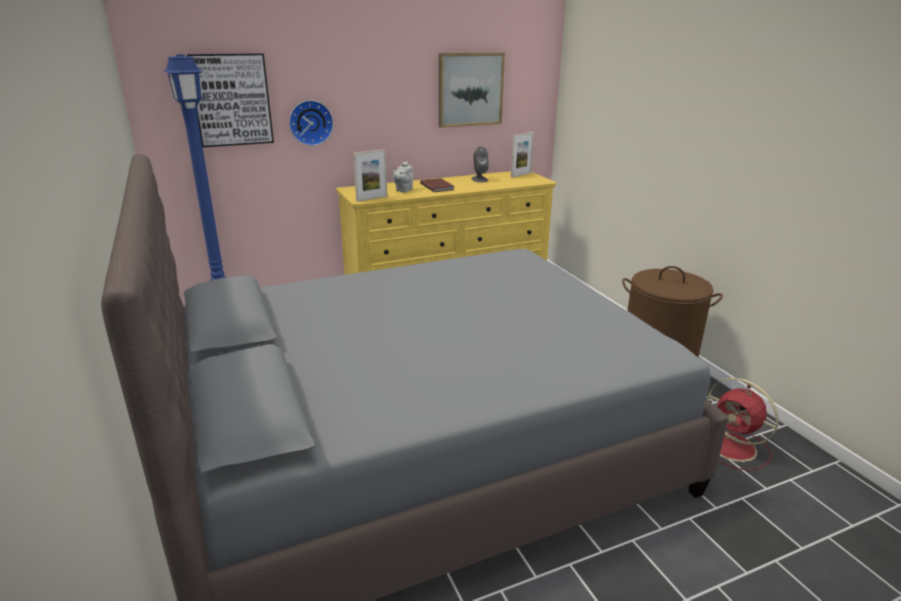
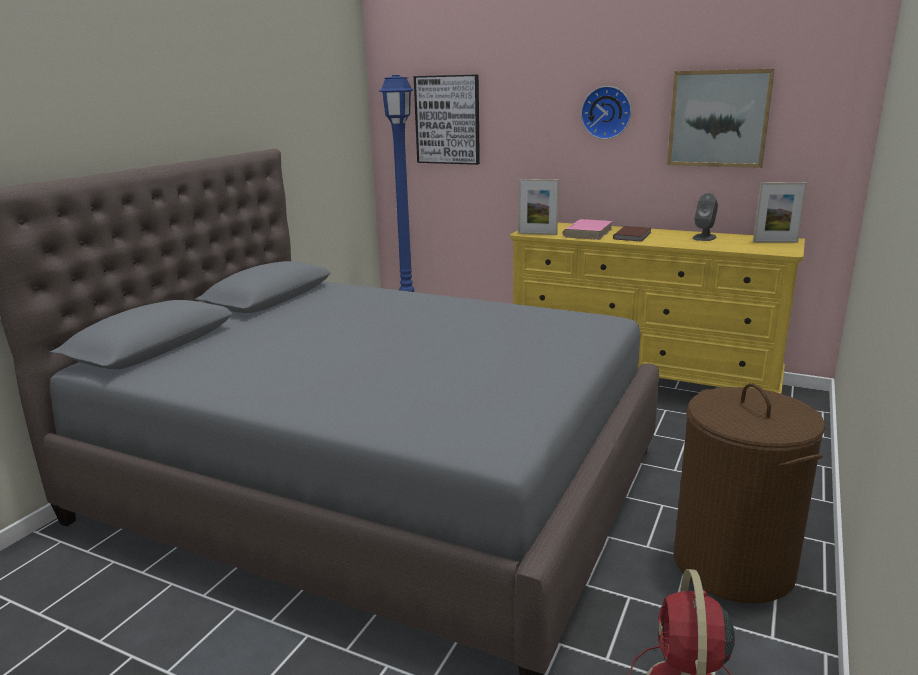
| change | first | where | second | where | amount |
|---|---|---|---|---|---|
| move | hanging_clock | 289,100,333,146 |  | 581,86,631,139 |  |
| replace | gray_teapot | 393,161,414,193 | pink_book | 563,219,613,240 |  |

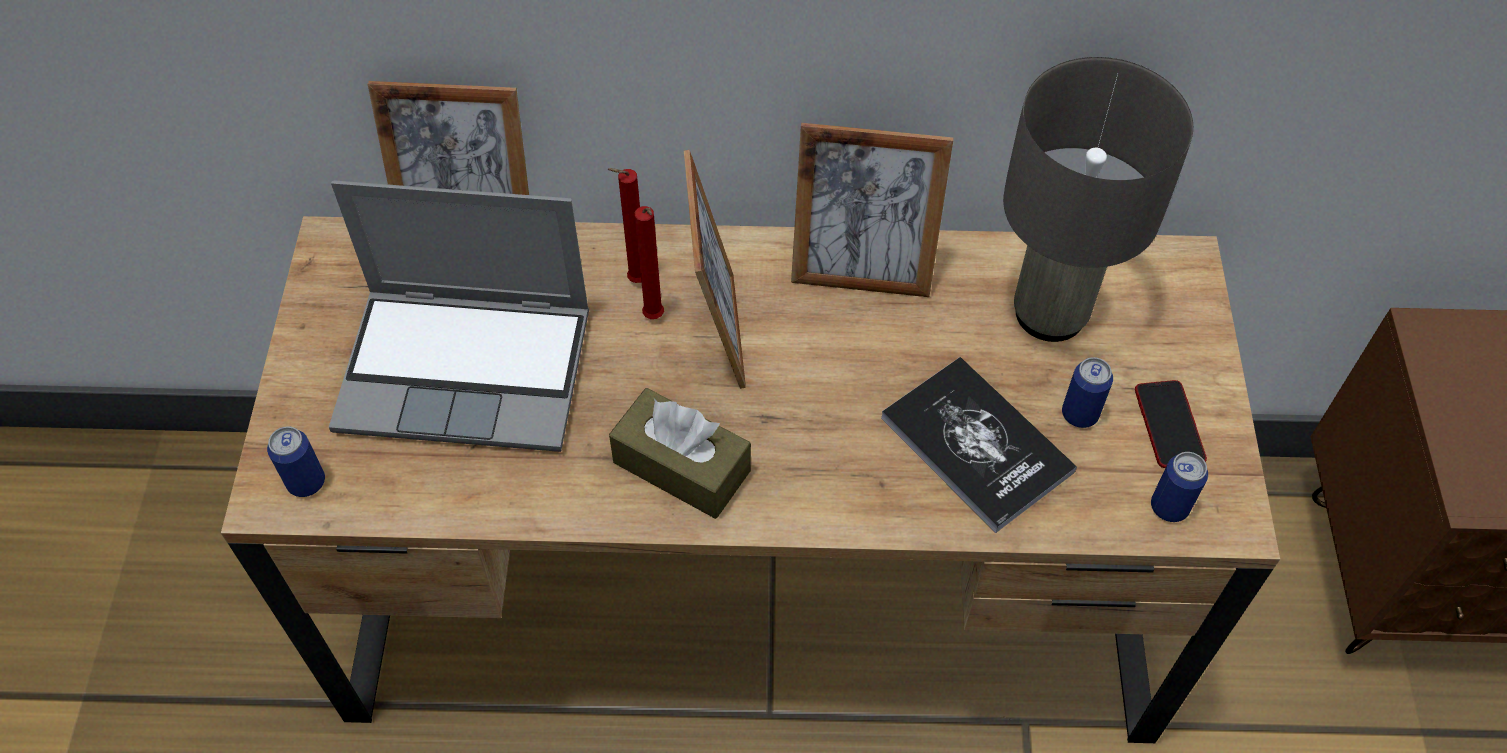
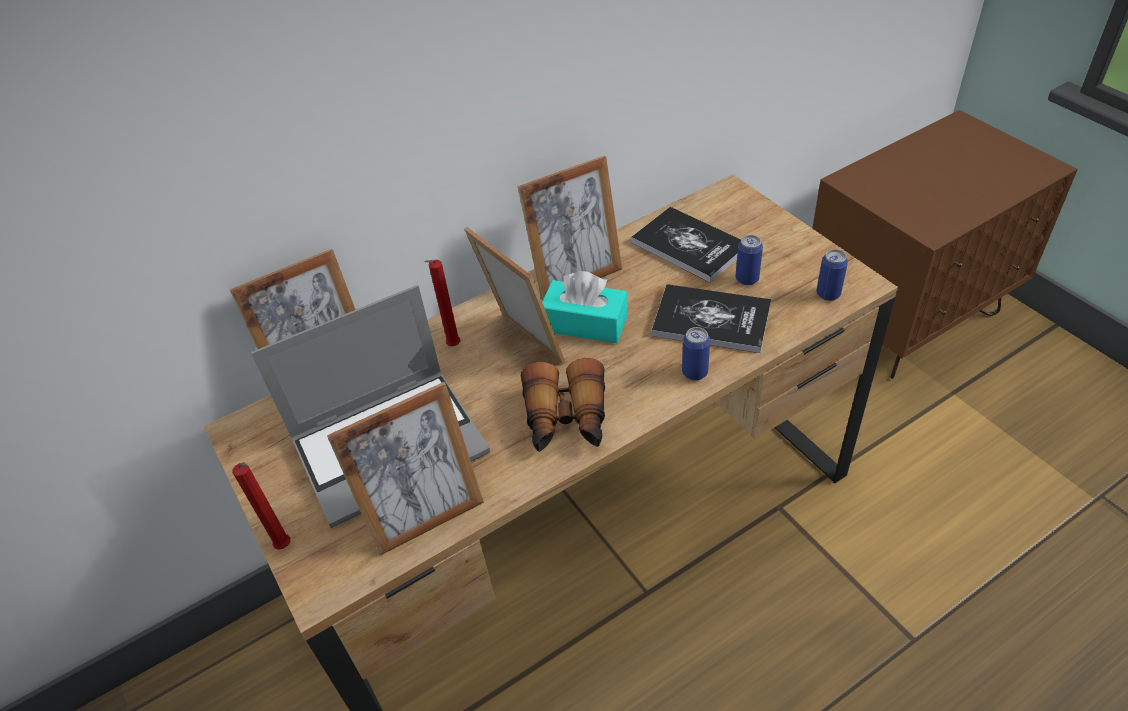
| change | first | where | second | where | amount |
|---|---|---|---|---|---|
| move | can | 267,426,325,497 |  | 682,327,710,381 |  |
| replace | brownish_tissue_holder | 609,388,751,519 | binoculars | 521,358,605,452 |  |
| move | red_wax_light | 635,206,664,319 |  | 232,462,290,550 |  |
| replace | gray_tabletop_lamp | 1003,57,1193,342 | book | 631,207,741,282 |  |
| delete | handset | 1135,380,1207,468 |  |  |  |
| insert |  |  | photo_frame | 327,382,484,556 |  |
| insert |  |  | turquoise-coloured_tissue_holder | 542,271,628,343 |  |

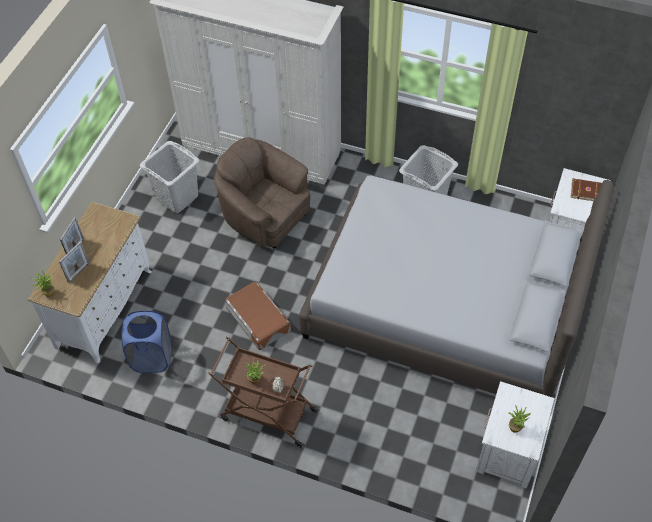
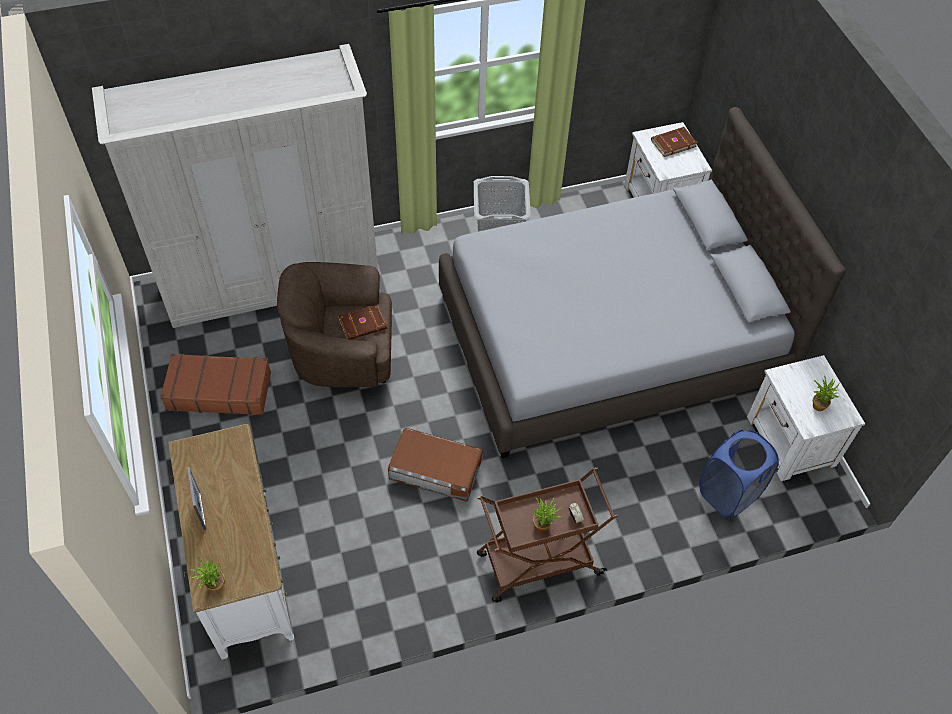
| change | first | where | second | where | amount |
|---|---|---|---|---|---|
| delete | photo_frame | 59,241,89,283 |  |  |  |
| move | bluish_washing_basket | 121,310,172,373 |  | 699,430,779,517 |  |
| replace | gray_washing_basket | 140,141,199,213 | brownish_piece_of_luggage | 160,354,271,415 |  |
| insert |  |  | brownish_book | 338,304,387,339 |  |

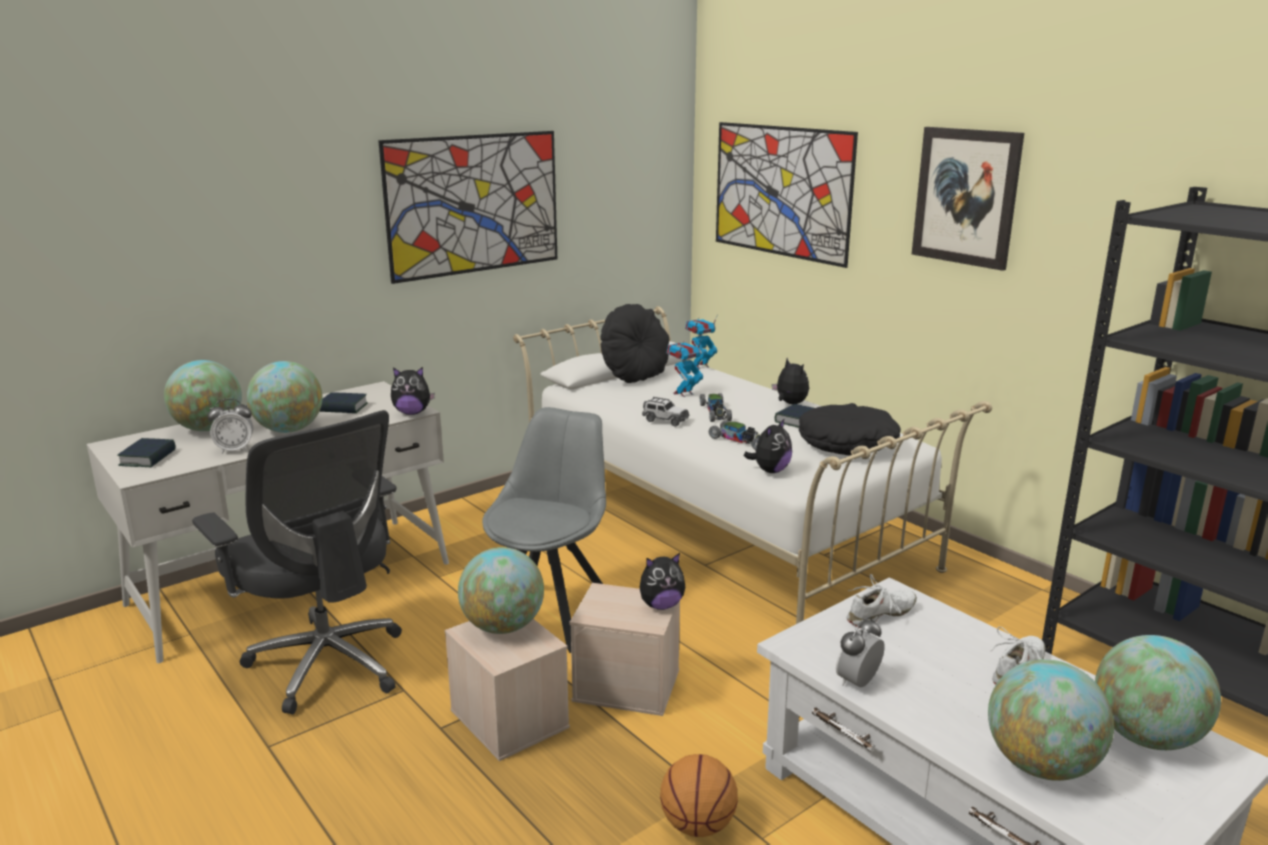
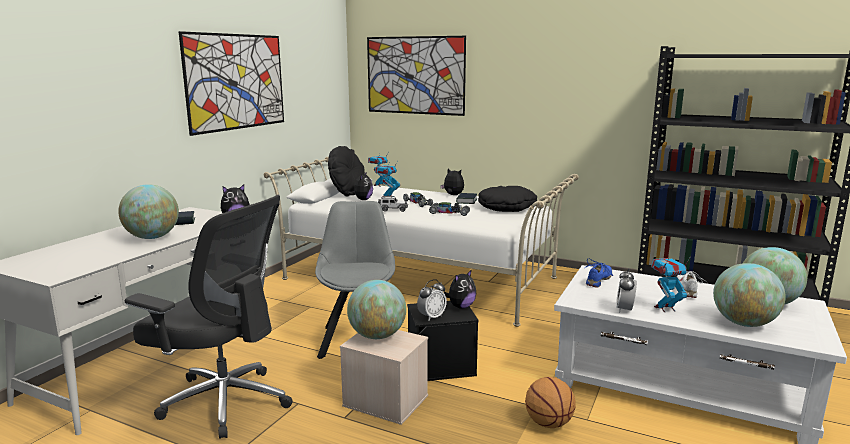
| change | first | where | second | where | amount |
|---|---|---|---|---|---|
| delete | book | 117,438,175,467 |  |  |  |
| delete | desk_globe | 164,360,242,431 |  |  |  |
| move | bedside_clock | 207,399,253,454 |  | 417,279,447,321 |  |
| recolor | beige_storage_box | 569,583,680,716 | black_storage_box | 407,301,479,381 |  |
| move | cuddly_toy | 744,418,792,473 |  | 348,171,373,200 |  |
| recolor | white-coloured_low_shoe | 847,574,917,628 | bluish_low_shoe | 585,258,613,288 |  |
| delete | wall_picture | 912,127,1024,271 |  |  |  |
| insert |  |  | robot_figure | 651,256,691,312 |  |

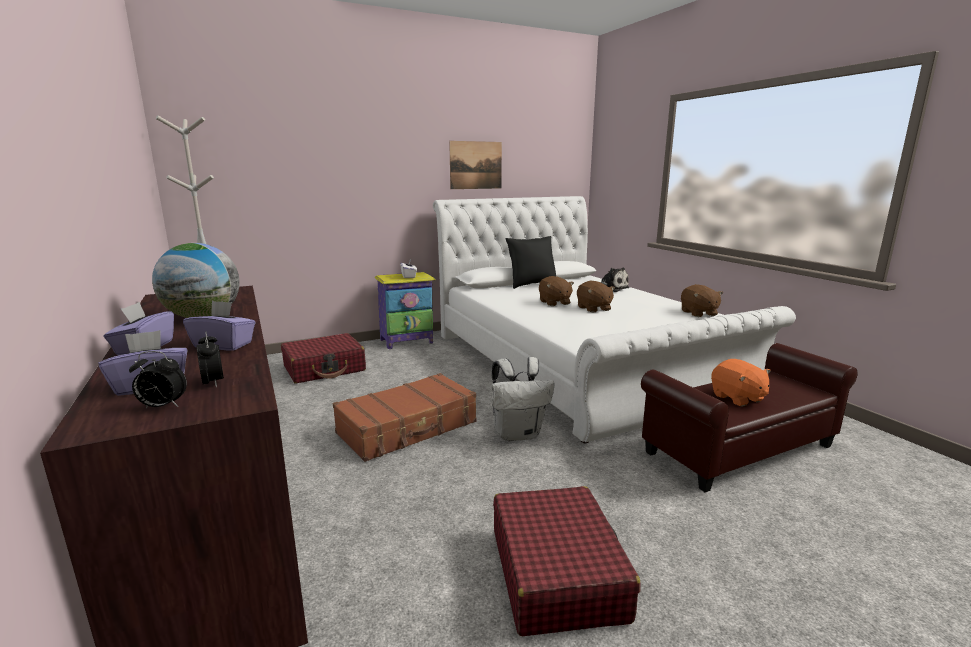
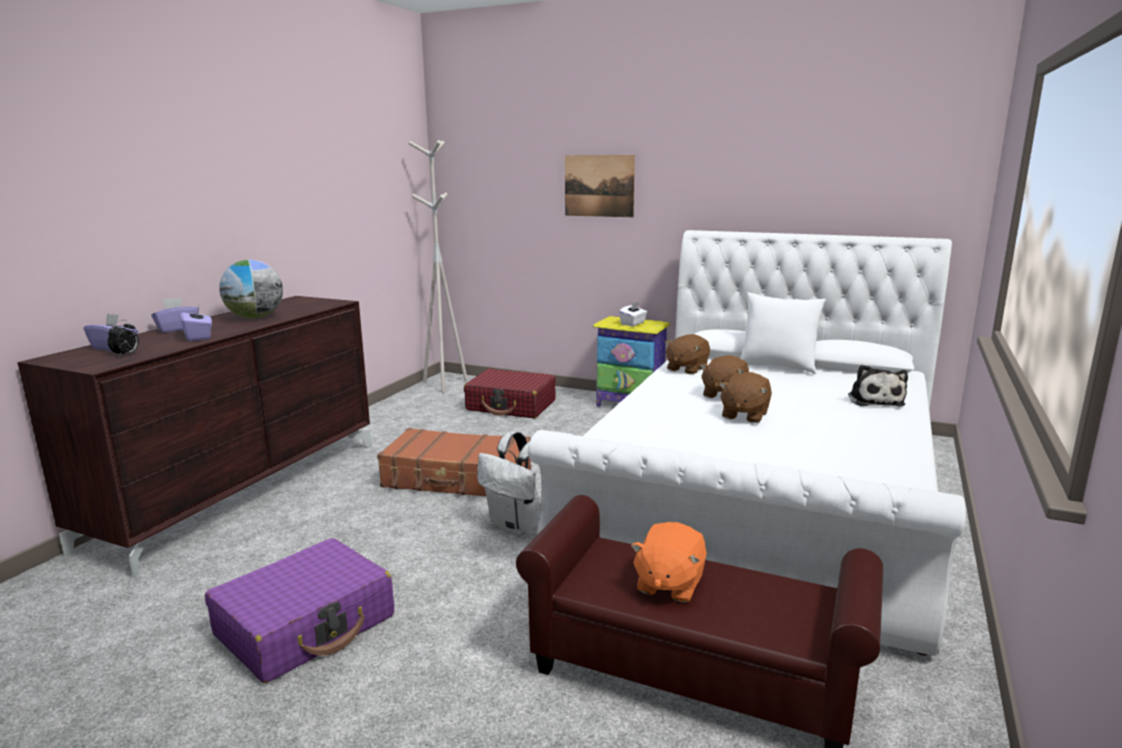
| change | first | where | second | where | amount |
|---|---|---|---|---|---|
| delete | bedside_clock | 129,351,187,408 |  |  |  |
| move | wall_picture | 449,141,502,189 |  | 565,155,635,217 |  |
| recolor | red_piece_of_luggage | 493,486,641,636 | purple-coloured_piece_of_luggage | 205,538,394,683 |  |
| recolor | black_pillow | 505,236,556,289 | white-coloured_pillow | 740,292,826,374 |  |
| move | brownish_cuddly_toy | 681,284,723,317 |  | 664,334,710,374 |  |

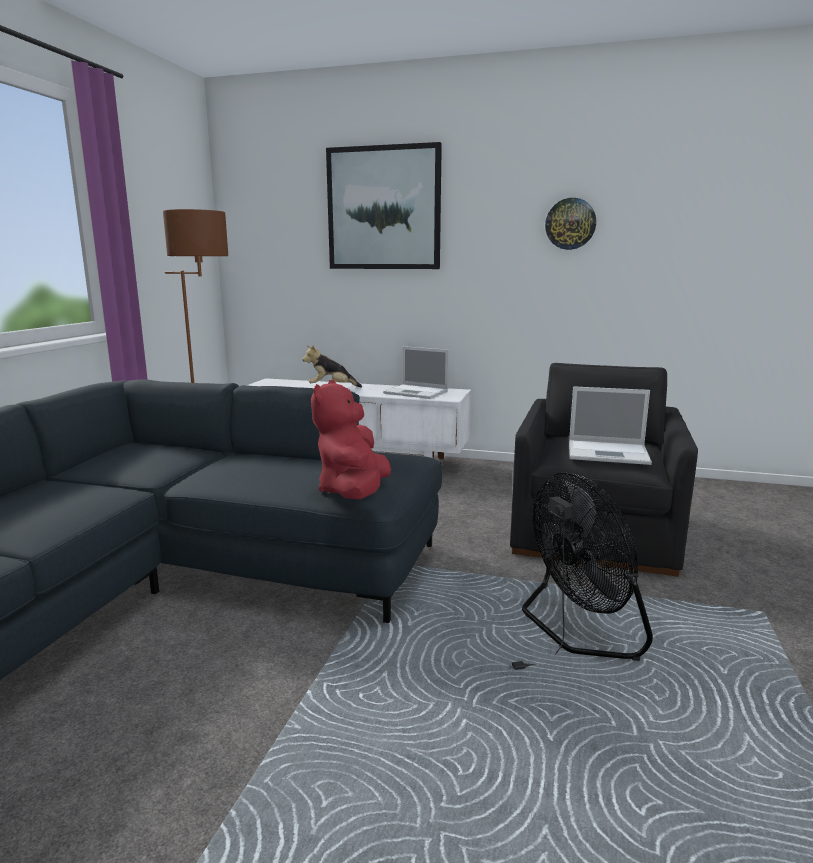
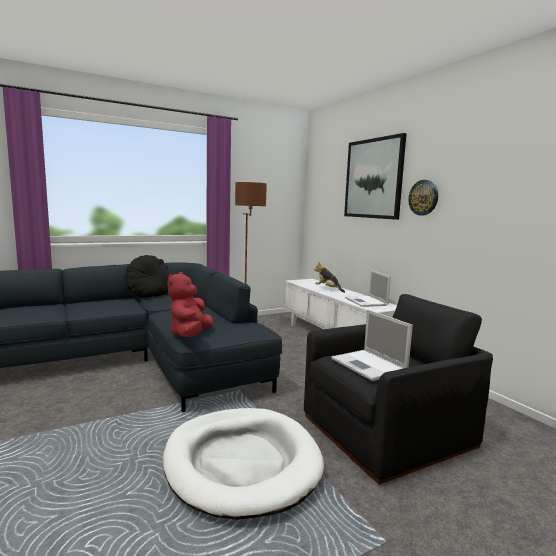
| change | first | where | second | where | amount |
|---|---|---|---|---|---|
| rotate | red_cuddly_toy | 311,380,391,499 |  | 167,272,213,337 | 45 degrees counterclockwise |
| replace | black_cooling_fan | 509,473,653,670 | white-coloured_dog_cushion | 163,408,324,520 |  |
| move | hanging_clock | 545,198,596,250 |  | 408,180,438,216 |  |
| insert |  |  | black_pillow | 125,255,171,298 |  |

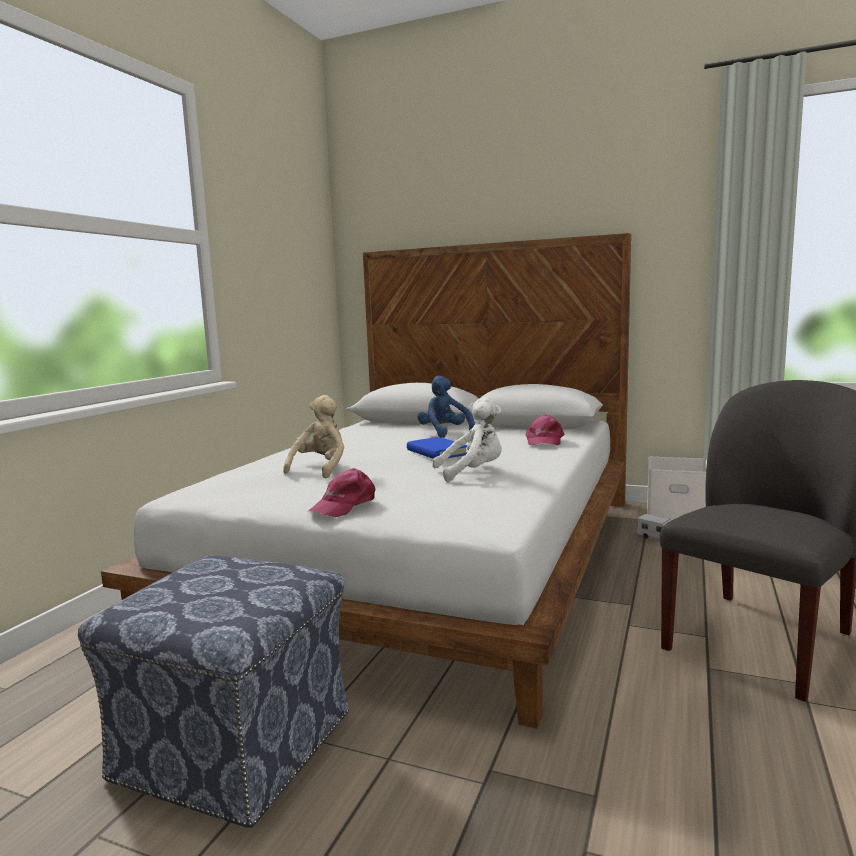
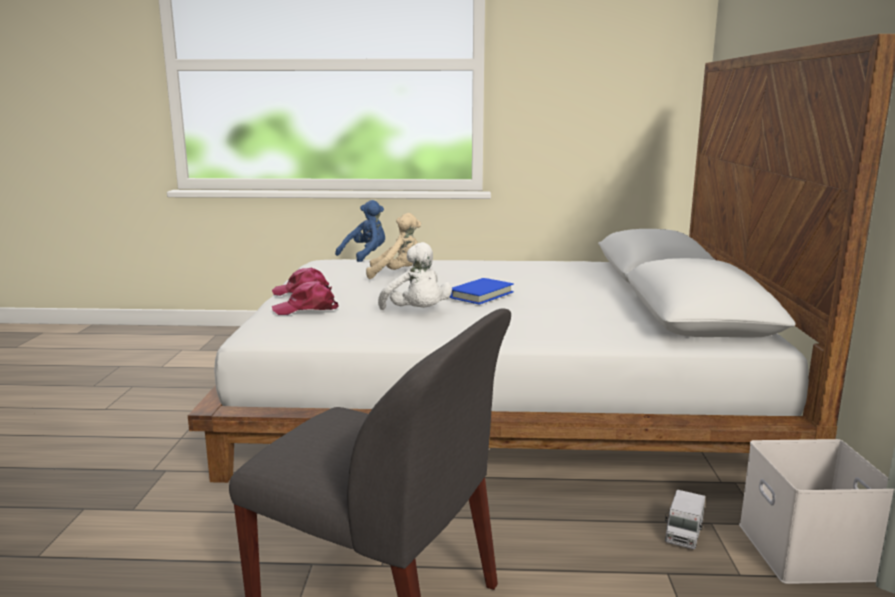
| change | first | where | second | where | amount |
|---|---|---|---|---|---|
| delete | pouffe | 78,555,349,828 |  |  |  |
| move | bluish_cuddly_toy | 417,375,475,438 |  | 335,200,385,262 |  |
| move | pink_peaked_cap | 526,414,565,446 |  | 272,280,339,315 |  |

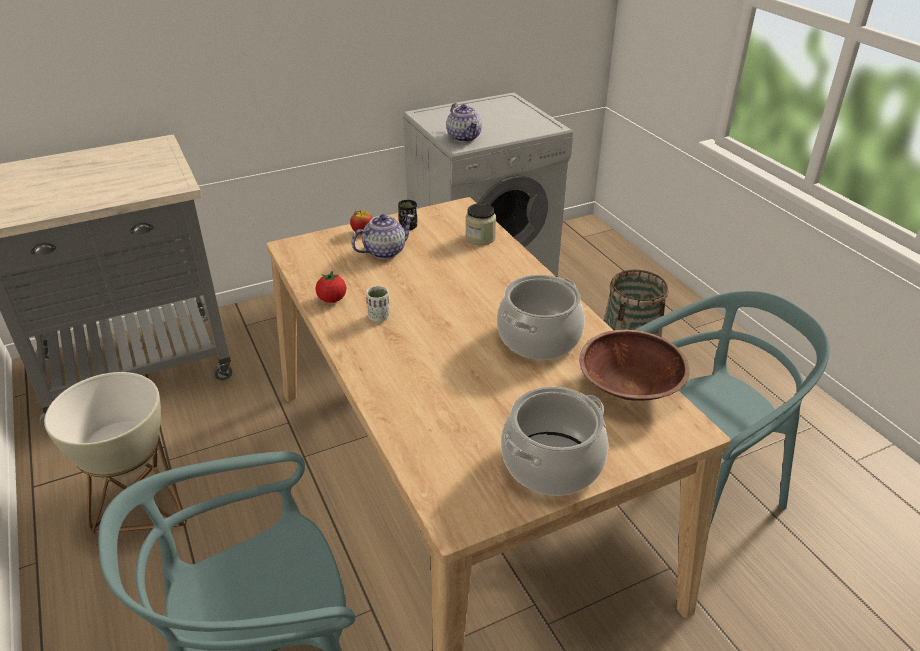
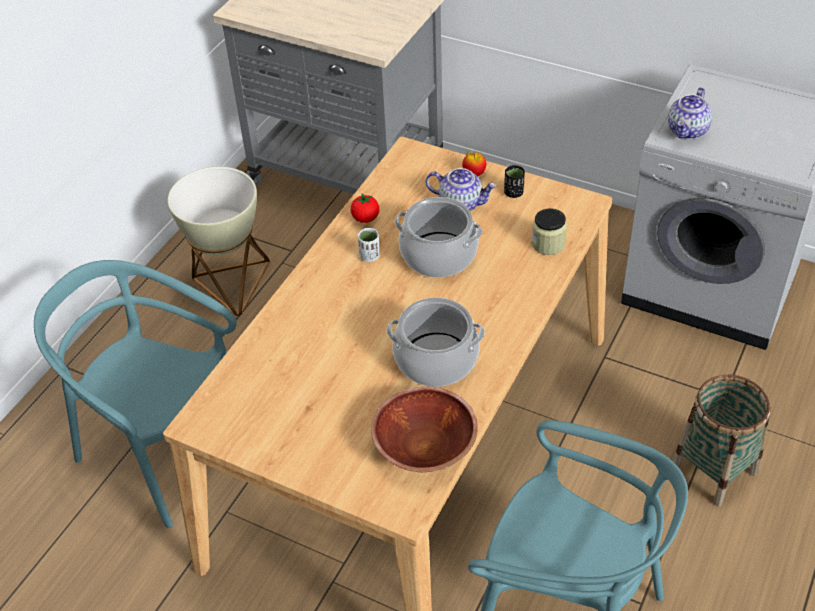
| change | first | where | second | where | amount |
|---|---|---|---|---|---|
| move | cooking_pot | 501,387,608,496 |  | 394,197,483,278 |  |

